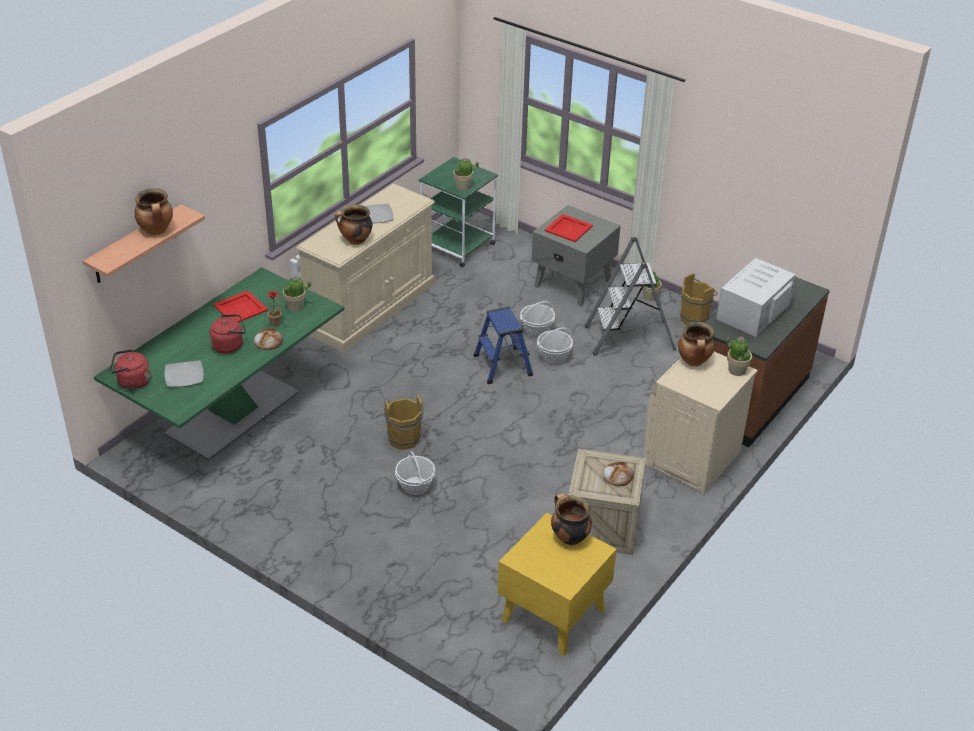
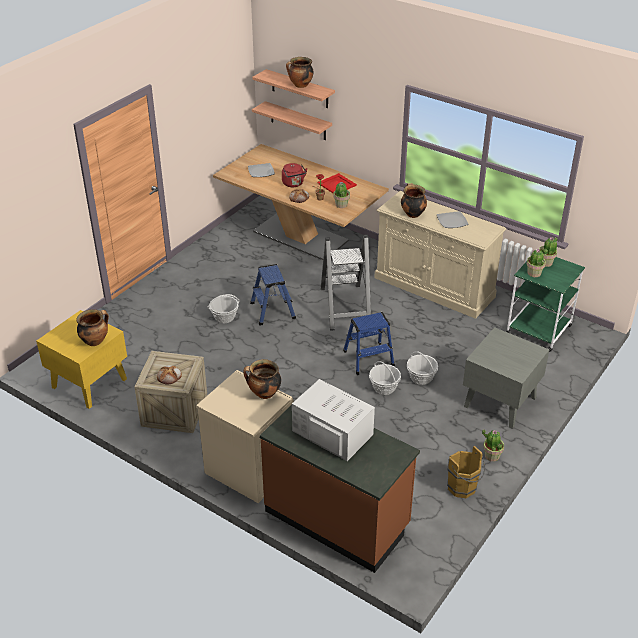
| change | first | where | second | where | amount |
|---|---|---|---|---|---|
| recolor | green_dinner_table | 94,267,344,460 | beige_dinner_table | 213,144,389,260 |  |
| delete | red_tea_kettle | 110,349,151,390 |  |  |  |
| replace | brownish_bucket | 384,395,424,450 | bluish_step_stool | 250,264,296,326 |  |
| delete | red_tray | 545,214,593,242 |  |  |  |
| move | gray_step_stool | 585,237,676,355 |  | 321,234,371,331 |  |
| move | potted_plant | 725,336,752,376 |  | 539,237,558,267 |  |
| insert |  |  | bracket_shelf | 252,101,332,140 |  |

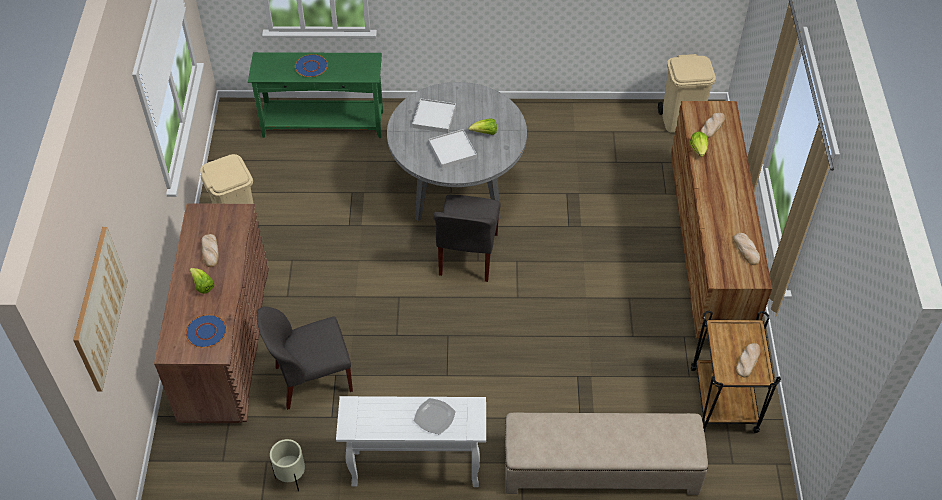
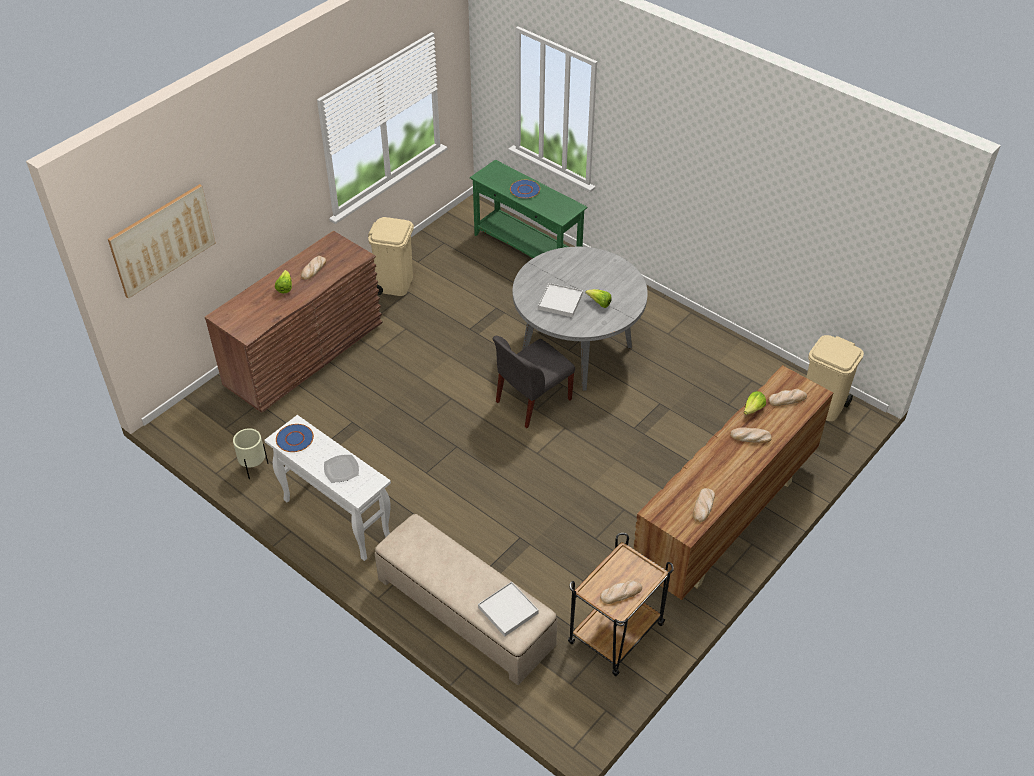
| change | first | where | second | where | amount |
|---|---|---|---|---|---|
| move | bluish_flat_dish | 186,314,226,348 |  | 276,424,314,452 |  |
| delete | gray_upright_chair | 257,306,353,410 |  |  |  |
| move | white-coloured_tray | 412,98,456,133 |  | 478,582,539,637 |  |
| insert |  |  | bakery_bread | 730,427,772,443 |  |

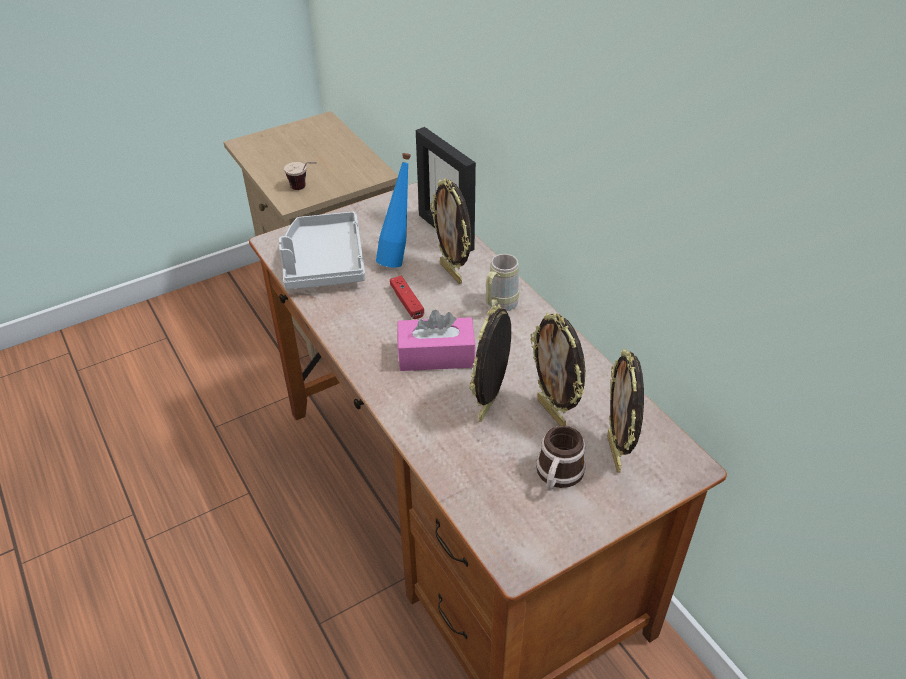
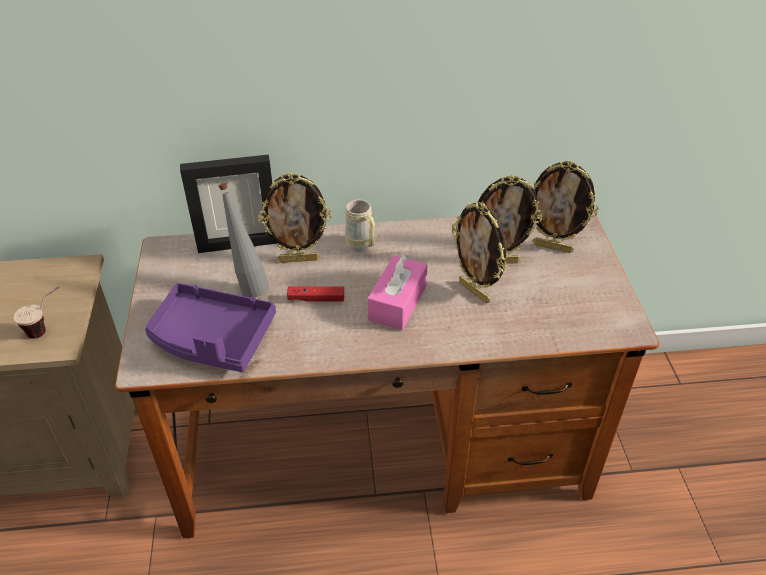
| change | first | where | second | where | amount |
|---|---|---|---|---|---|
| recolor | gray_tray | 279,212,365,289 | purple-coloured_tray | 145,283,276,372 |  |
| recolor | bluish_beverage_bottle | 376,153,411,268 | gray_beverage_bottle | 218,183,269,298 |  |
| delete | mug | 536,426,586,491 |  |  |  |

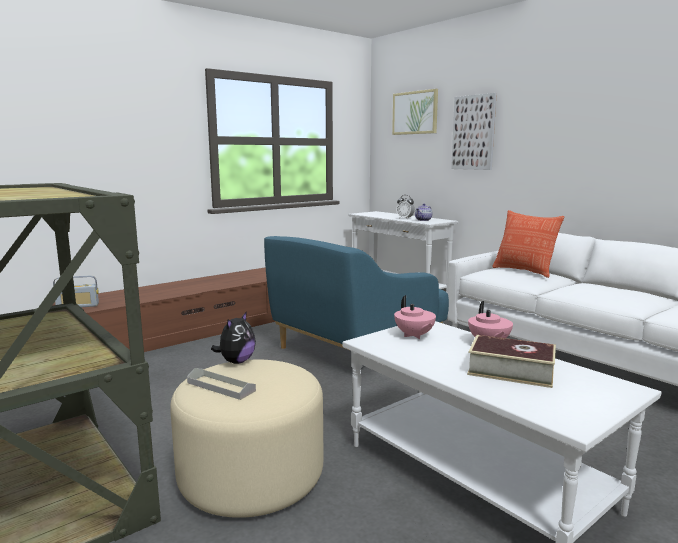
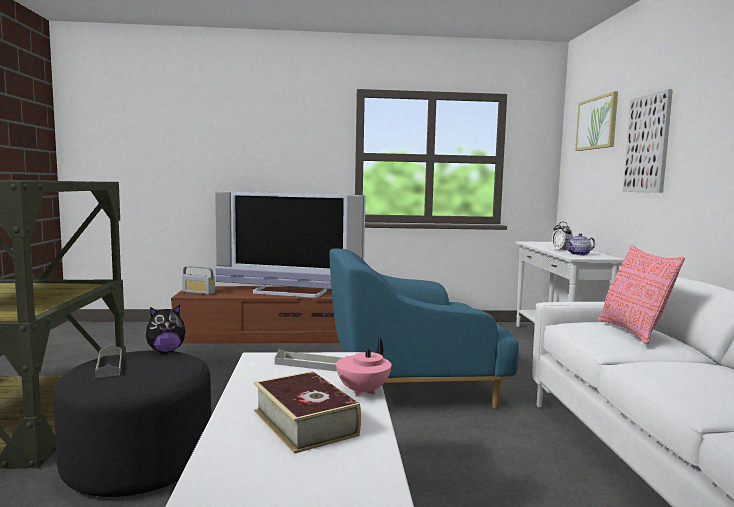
| change | first | where | second | where | amount |
|---|---|---|---|---|---|
| recolor | beige_pouffe | 170,360,324,518 | black_pouffe | 53,350,211,497 |  |
| replace | pink_teapot | 394,295,436,339 | gray_tray | 275,349,347,371 |  |
| recolor | orange-coloured_pillow | 493,210,564,278 | pink_pillow | 598,245,685,345 |  |
| insert |  |  | TV | 215,192,366,298 |  |

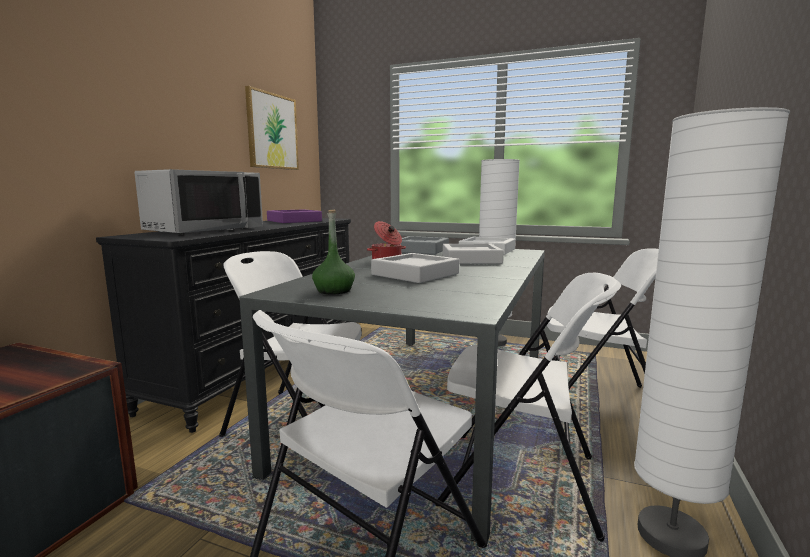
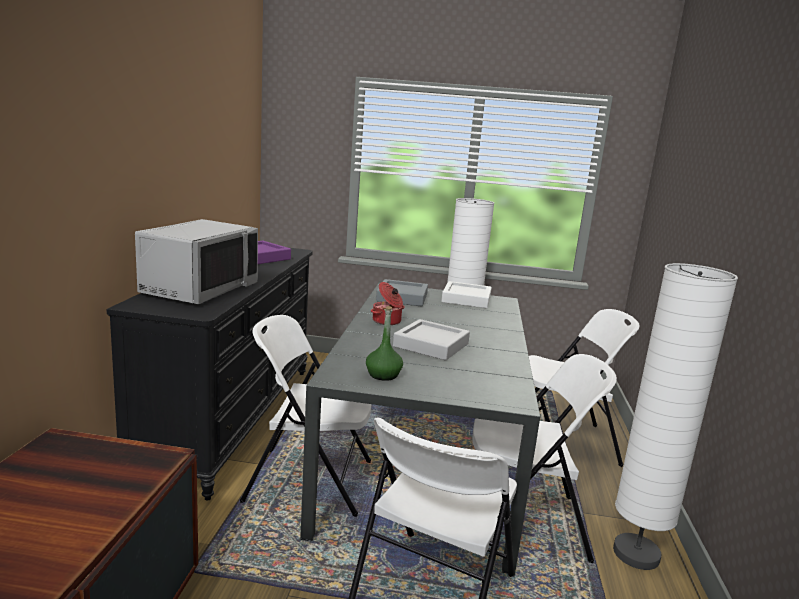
| change | first | where | second | where | amount |
|---|---|---|---|---|---|
| delete | wall_picture | 245,86,299,170 |  |  |  |
| delete | gray_tray | 443,244,504,264 |  |  |  |

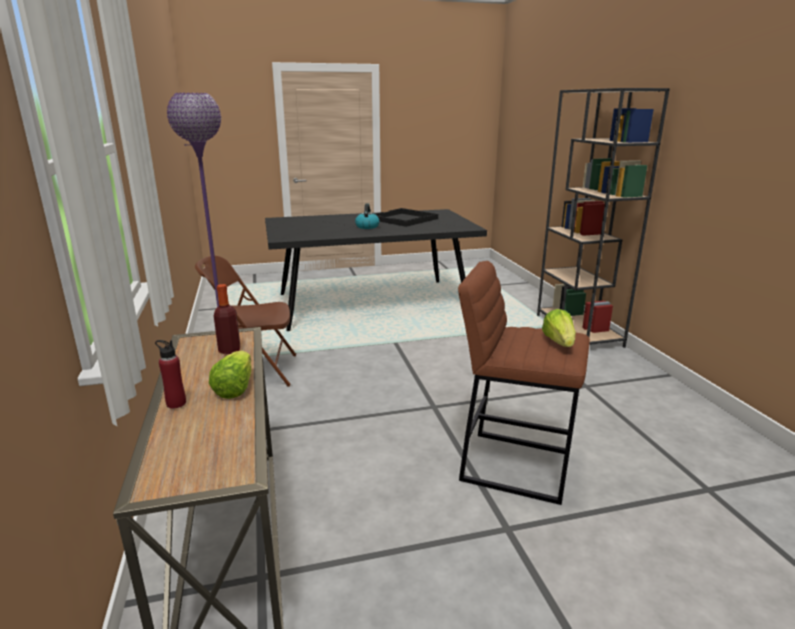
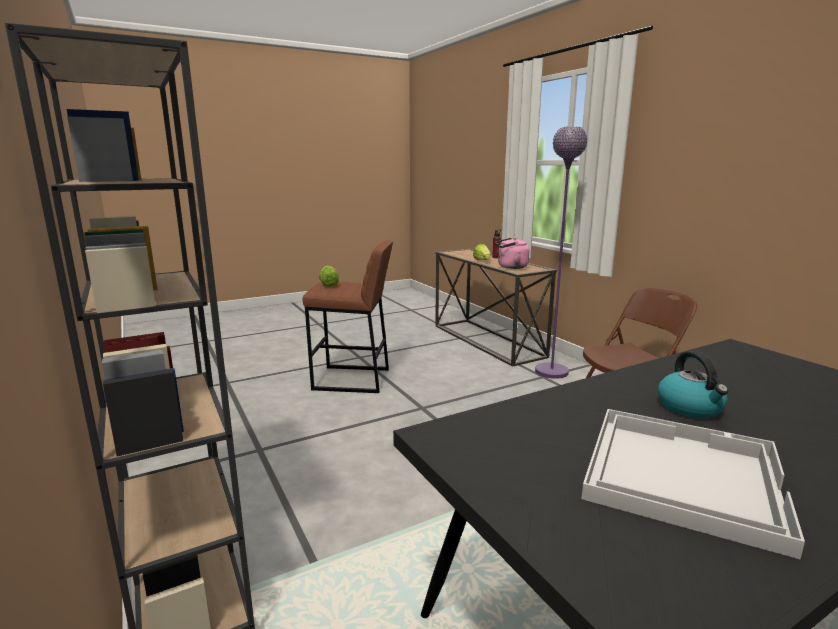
| change | first | where | second | where | amount |
|---|---|---|---|---|---|
| replace | beverage_bottle | 214,284,240,354 | pink_tea_kettle | 495,238,529,269 |  |
| recolor | black_tray | 375,208,438,227 | white-coloured_tray | 582,409,805,559 |  |

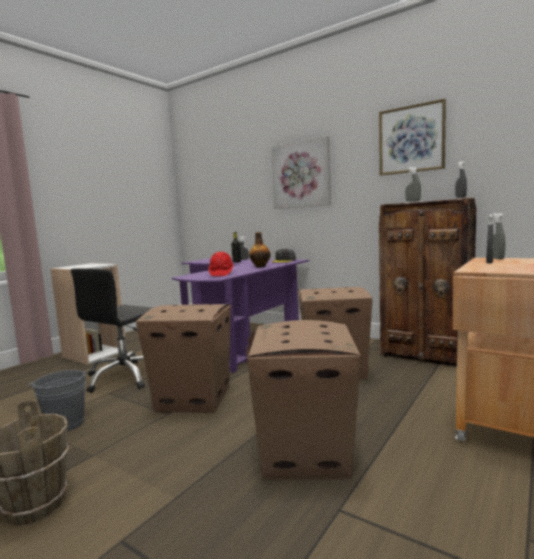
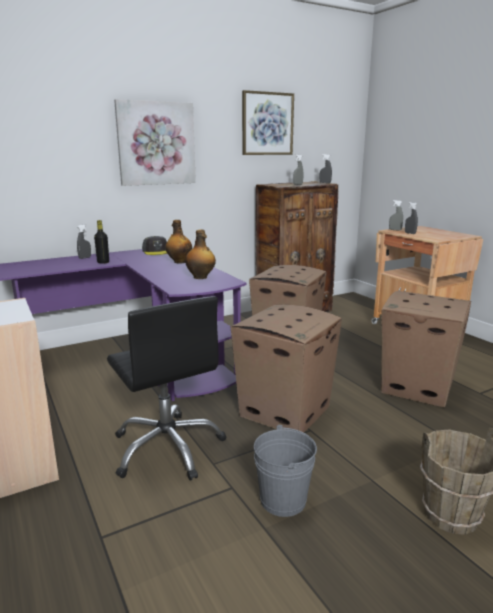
| change | first | where | second | where | amount |
|---|---|---|---|---|---|
| replace | red_work_helmet | 208,252,234,276 | beverage_bottle | 185,230,216,279 |  |

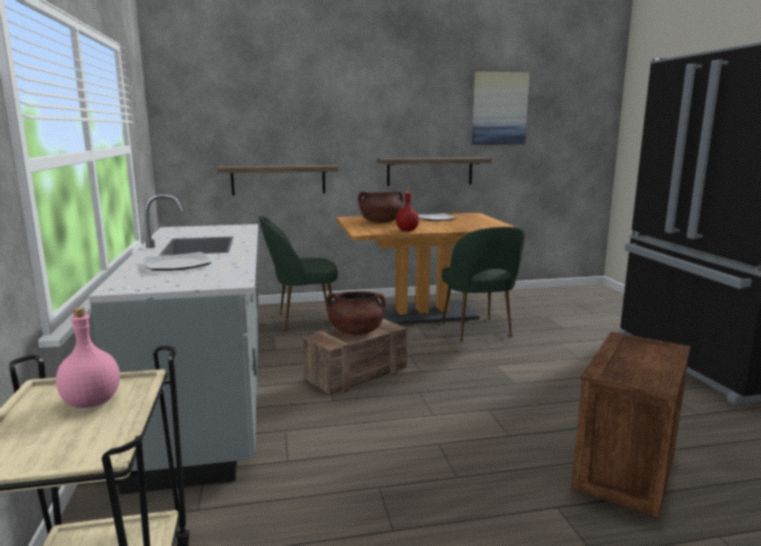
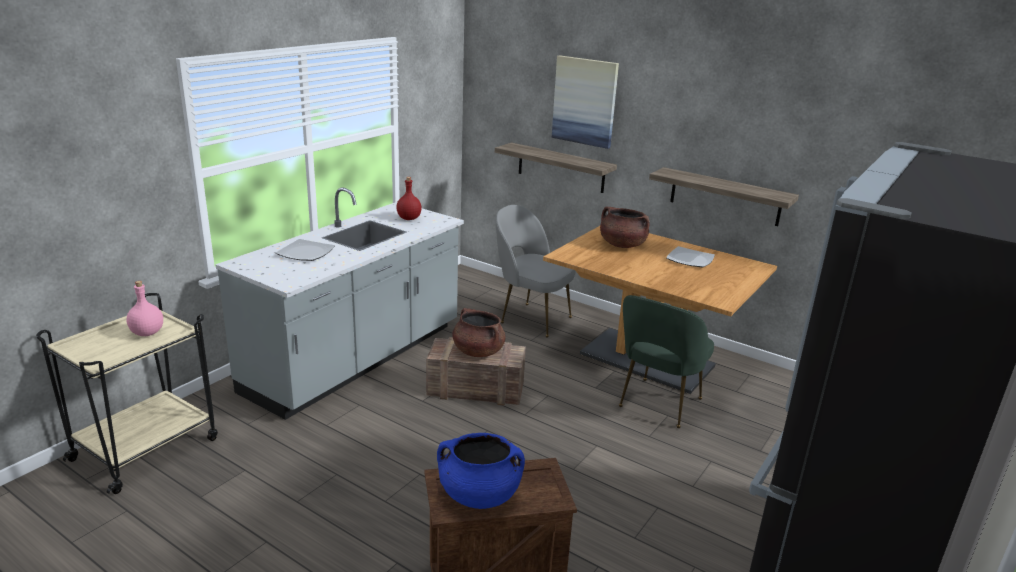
| change | first | where | second | where | amount |
|---|---|---|---|---|---|
| recolor | green_upright_chair | 259,216,338,331 | gray_upright_chair | 496,205,575,338 |  |
| move | red_beverage_bottle | 396,190,419,231 |  | 396,177,422,220 |  |
| move | wall_picture | 472,71,530,145 |  | 552,55,619,149 |  |
| insert |  |  | bluish_cooking_pot | 437,433,525,509 |  |

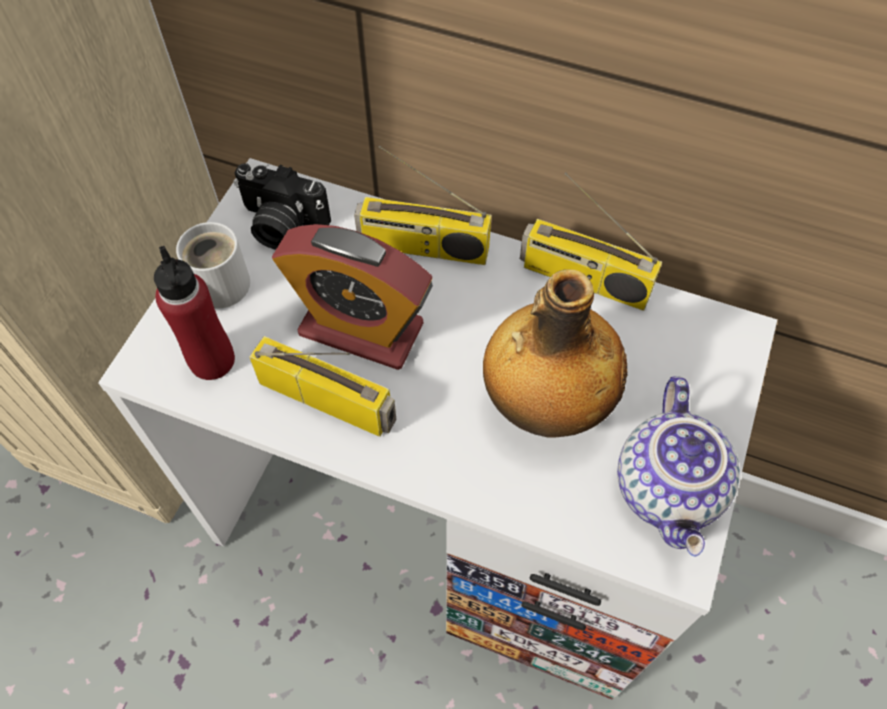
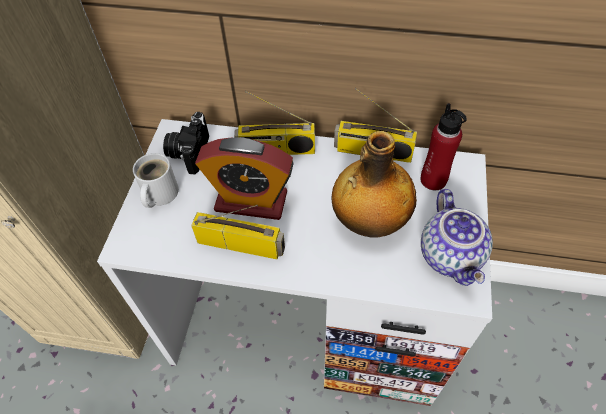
| change | first | where | second | where | amount |
|---|---|---|---|---|---|
| move | red_beverage_bottle | 154,246,235,380 |  | 421,103,467,190 |  |
| rotate | photo_camera | 234,163,331,250 |  | 163,112,209,174 | 90 degrees clockwise |

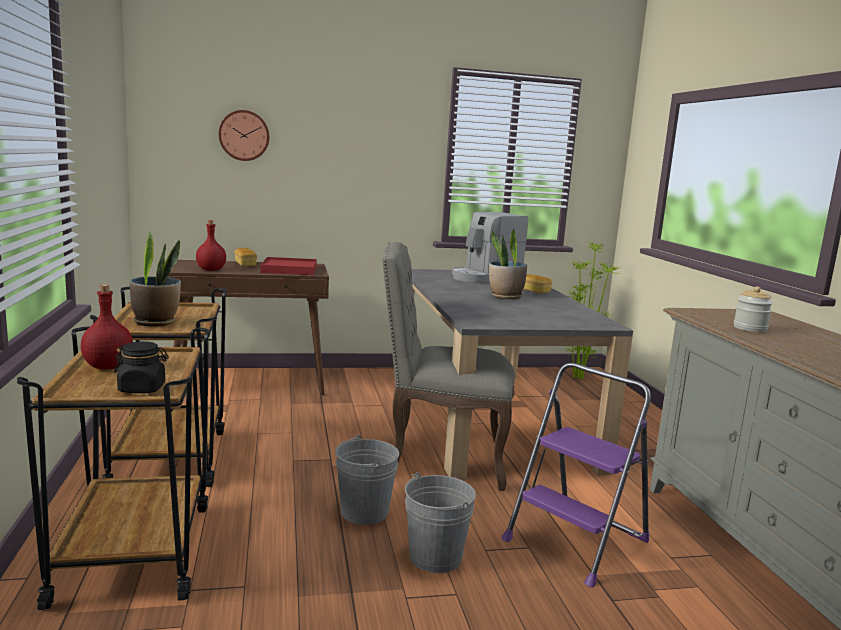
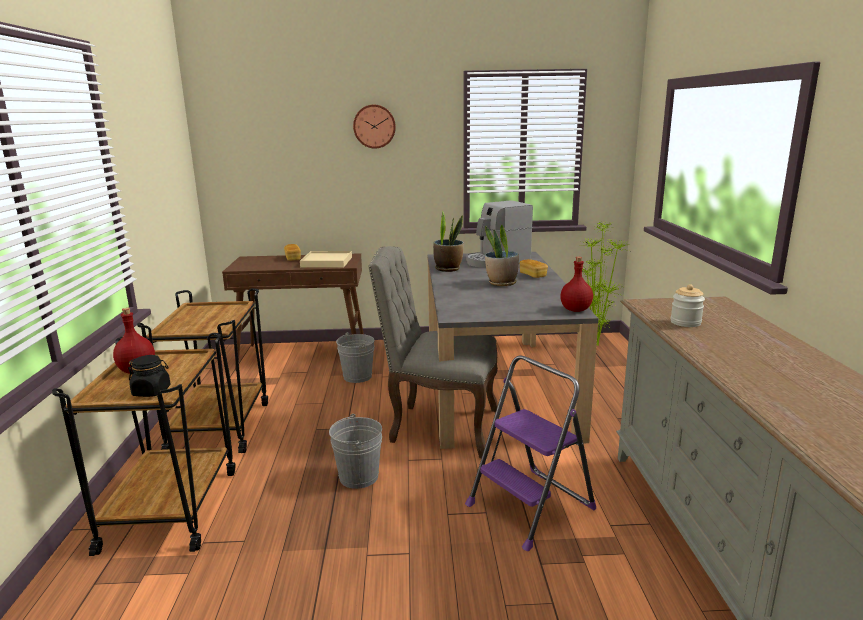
| change | first | where | second | where | amount |
|---|---|---|---|---|---|
| move | potted_plant | 130,231,181,327 |  | 433,210,464,272 |  |
| move | red_beverage_bottle | 196,220,226,271 |  | 560,257,593,312 |  |
| move | hanging_clock | 218,110,269,161 |  | 353,105,396,149 |  |
| recolor | red_tray | 260,257,317,275 | beige_tray | 300,251,352,268 |  |
| move | gray_bucket | 405,472,476,573 |  | 336,332,374,383 |  |

